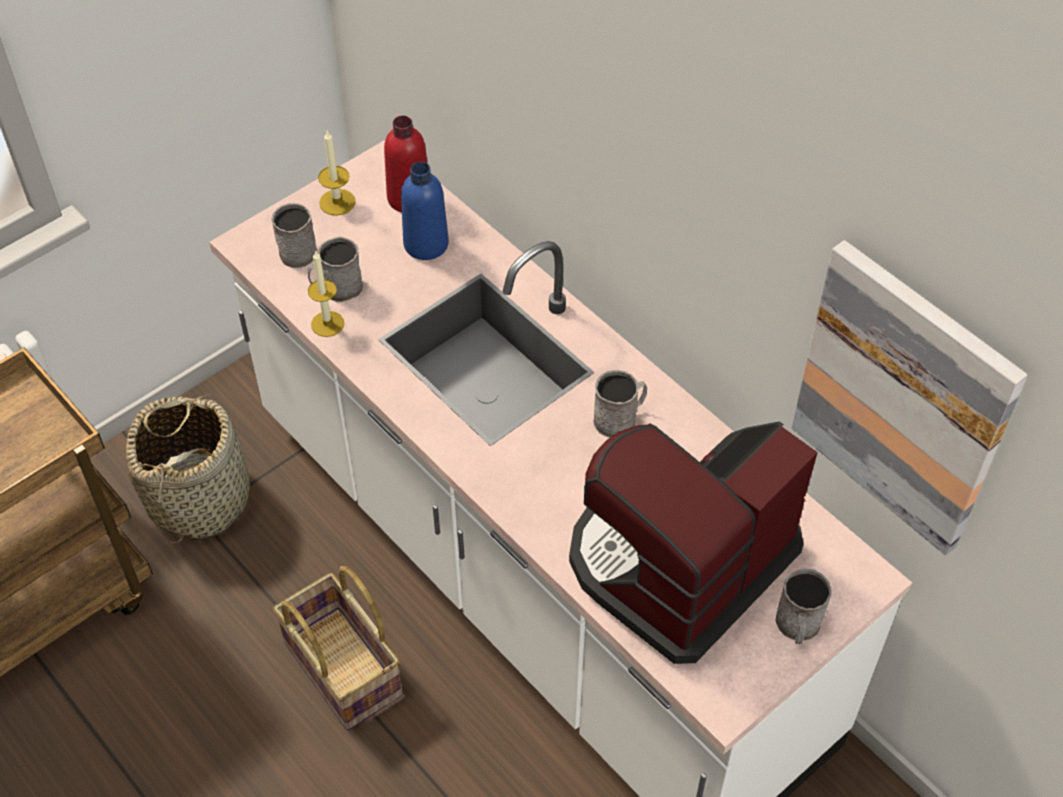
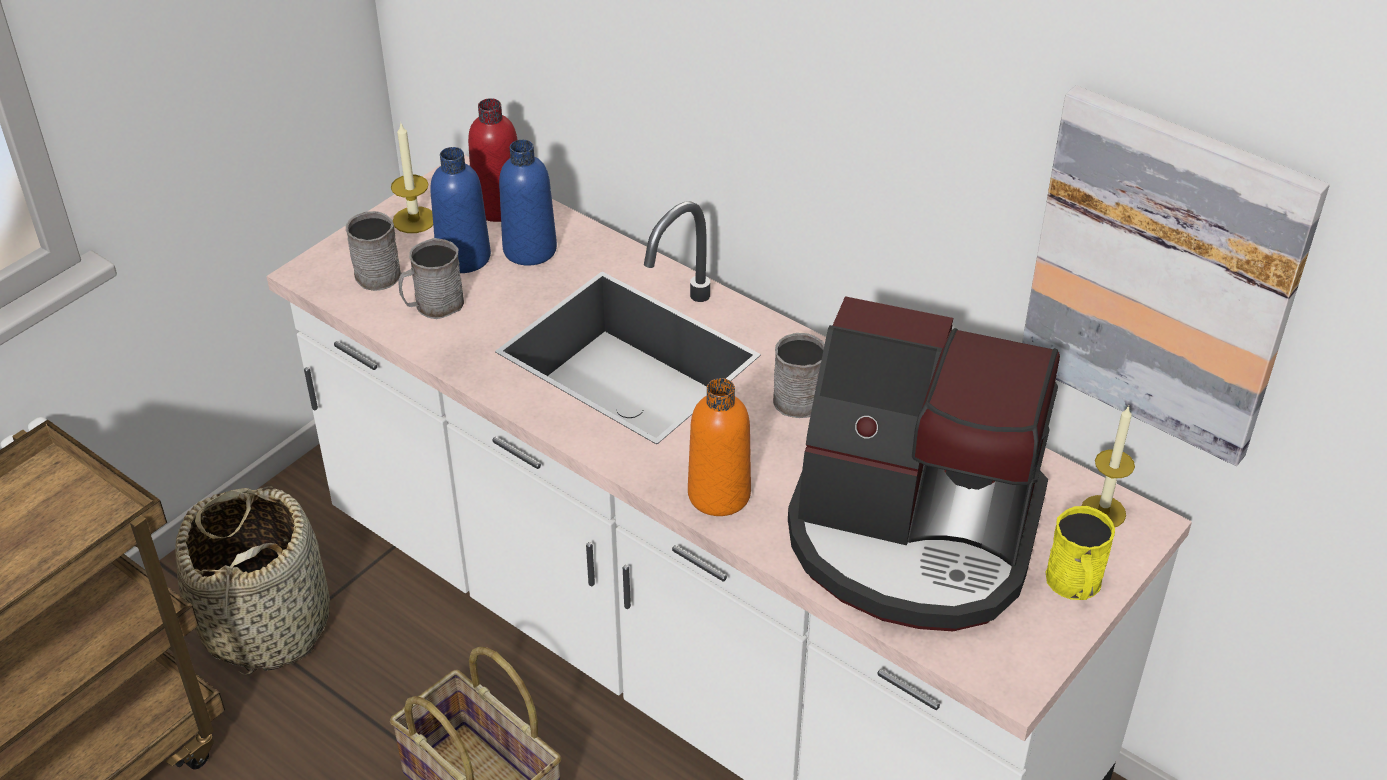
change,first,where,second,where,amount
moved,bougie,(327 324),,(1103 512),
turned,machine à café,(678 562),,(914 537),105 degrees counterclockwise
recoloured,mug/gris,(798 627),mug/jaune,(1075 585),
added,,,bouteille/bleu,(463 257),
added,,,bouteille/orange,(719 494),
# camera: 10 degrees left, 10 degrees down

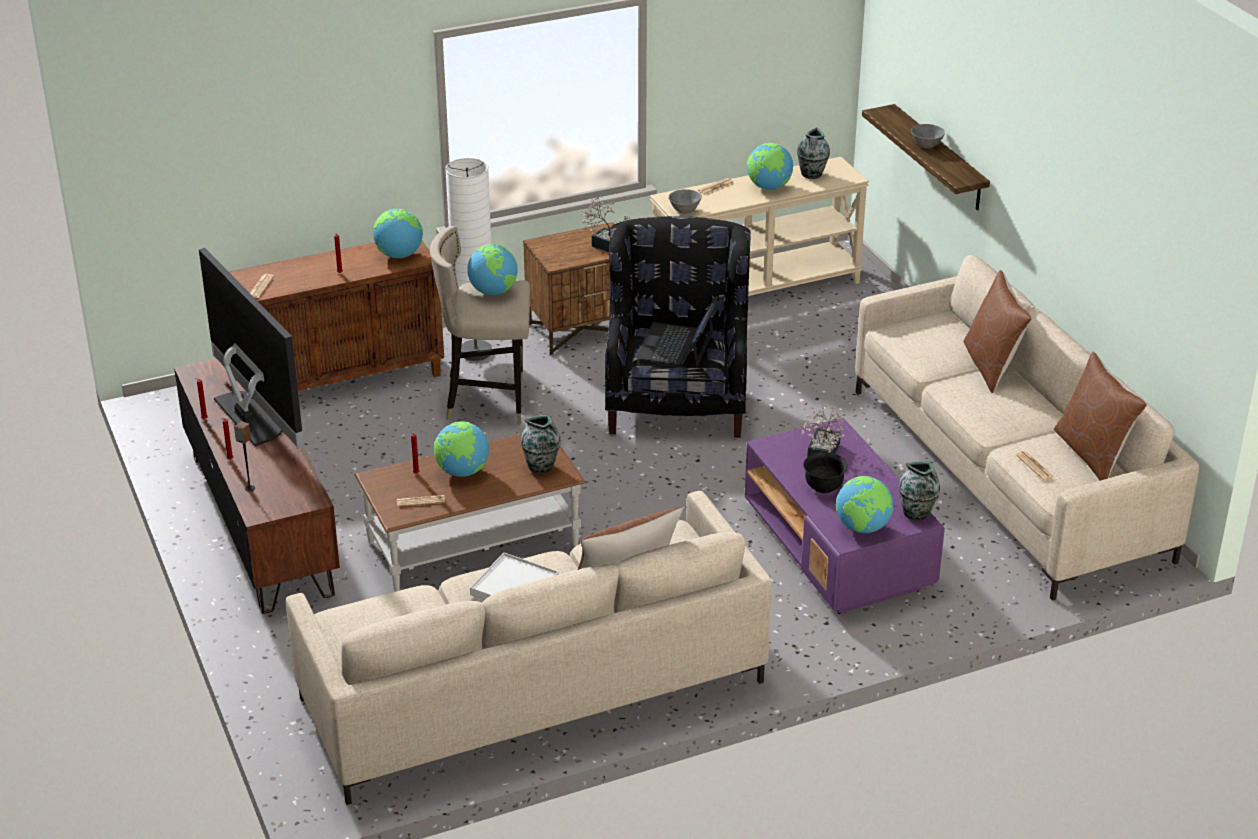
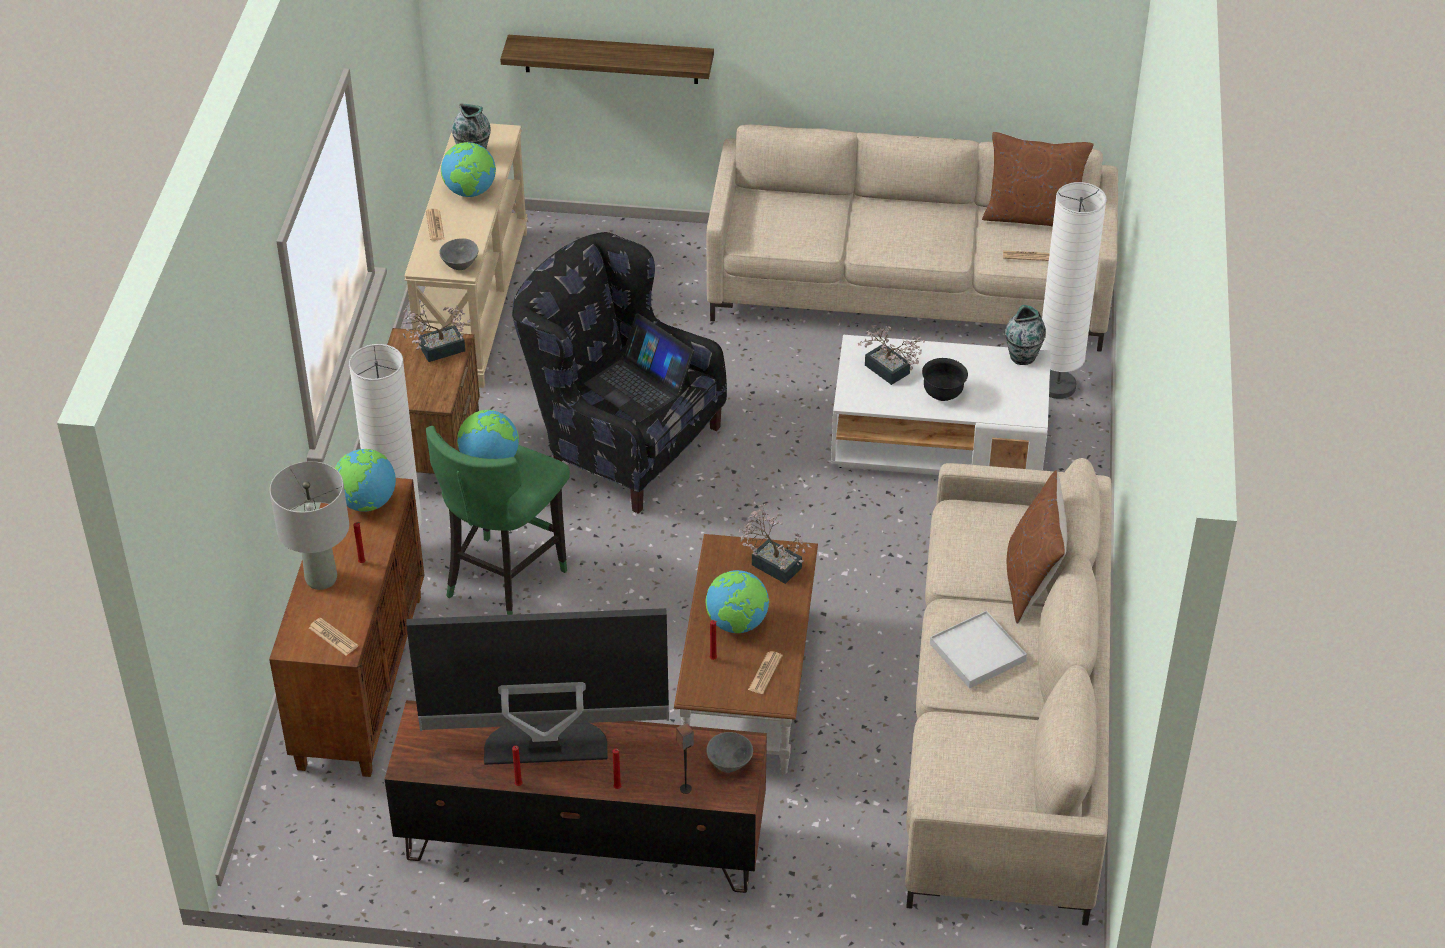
change,first,where,second,where,amount
recoloured,tabouret/beige,(488 402),tabouret/vert,(504 579),
replaced,vase,(541 467),plante en pot,(772 563),
recoloured,table basse/violet,(837 548),table basse/blanc,(939 441),
removed,globe,(863 528),,,
moved,bol/gris,(926 145),,(730 764),
removed,coussin/marron,(992 366),,,
added,,,lampe de table/gris,(321 578),
added,,,lampadaire/blanc,(1057 386),
# camera: 60 degrees left, 10 degrees up

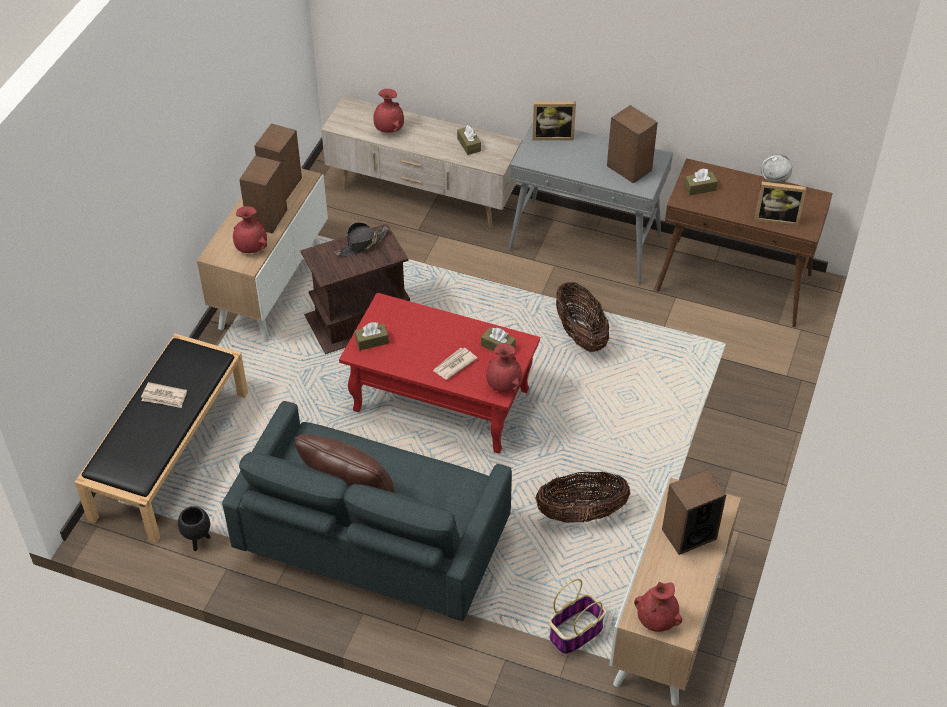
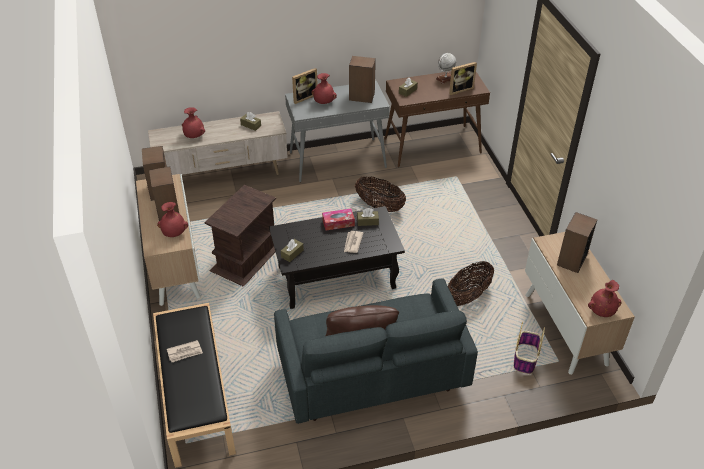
change,first,where,second,where,amount
removed,cache-pot/noir,(198 541),,,
removed,chapeau/noir,(361 244),,,
recoloured,table basse/rouge,(440 400),table basse/noir,(335 277),
moved,vase/rouge,(503 385),,(324 102),
added,,,boîte à mouchoirs,(338 223),
# camera: 35 degrees left, 5 degrees down

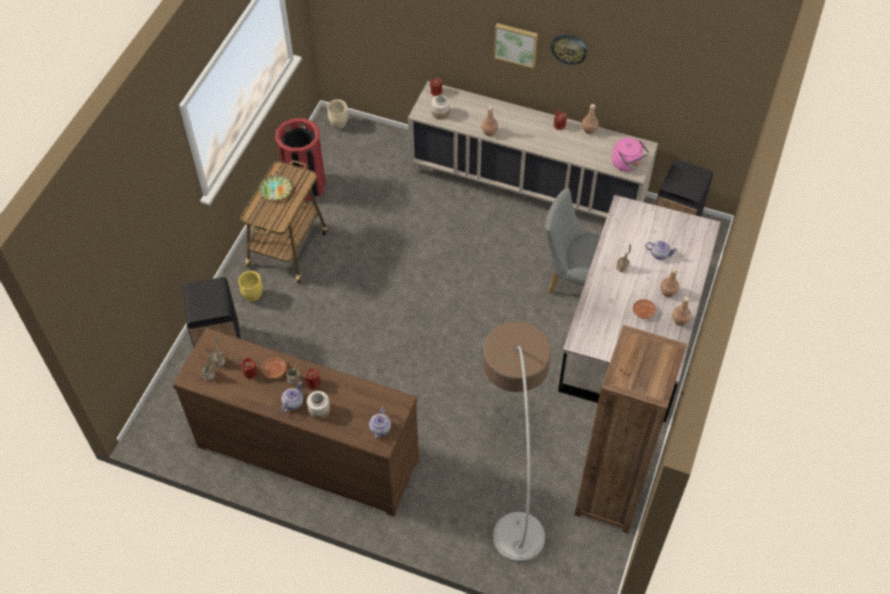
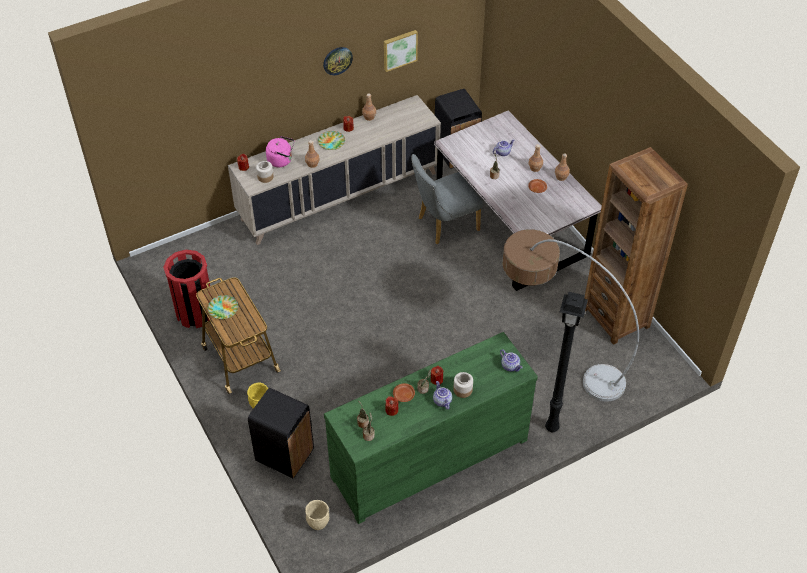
change,first,where,second,where,amount
recoloured,commode/marron,(307 451),commode/vert,(428 457),
moved,cache-pot/beige,(338 125),,(318 524),
moved,tableau,(516 44),,(399 49),
moved,bouilloire/rose,(627 164),,(281 160),
added,,,assiette,(331 142),
added,,,lampadaire/noir,(552 428),
# camera: 50 degrees left, 5 degrees down

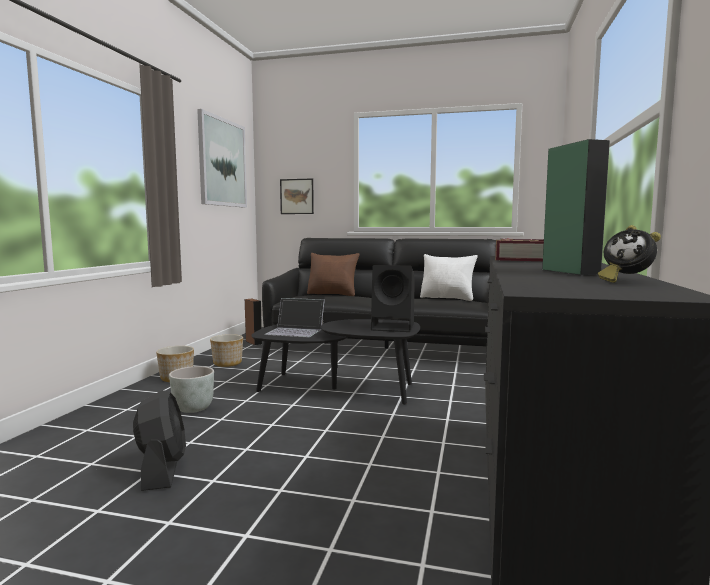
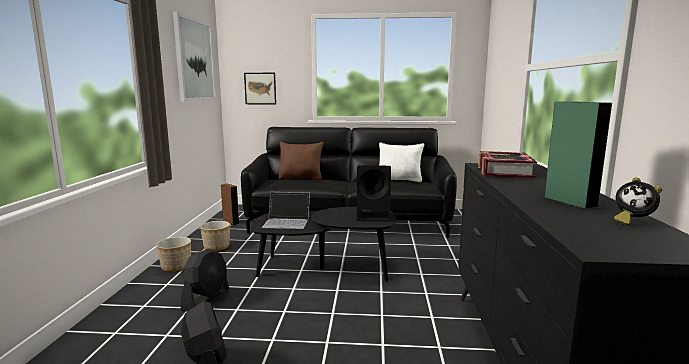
change,first,where,second,where,amount
replaced,cache-pot/gris,(193 408),ventilateur/noir,(206 300),
# camera: 10 degrees left, 5 degrees up

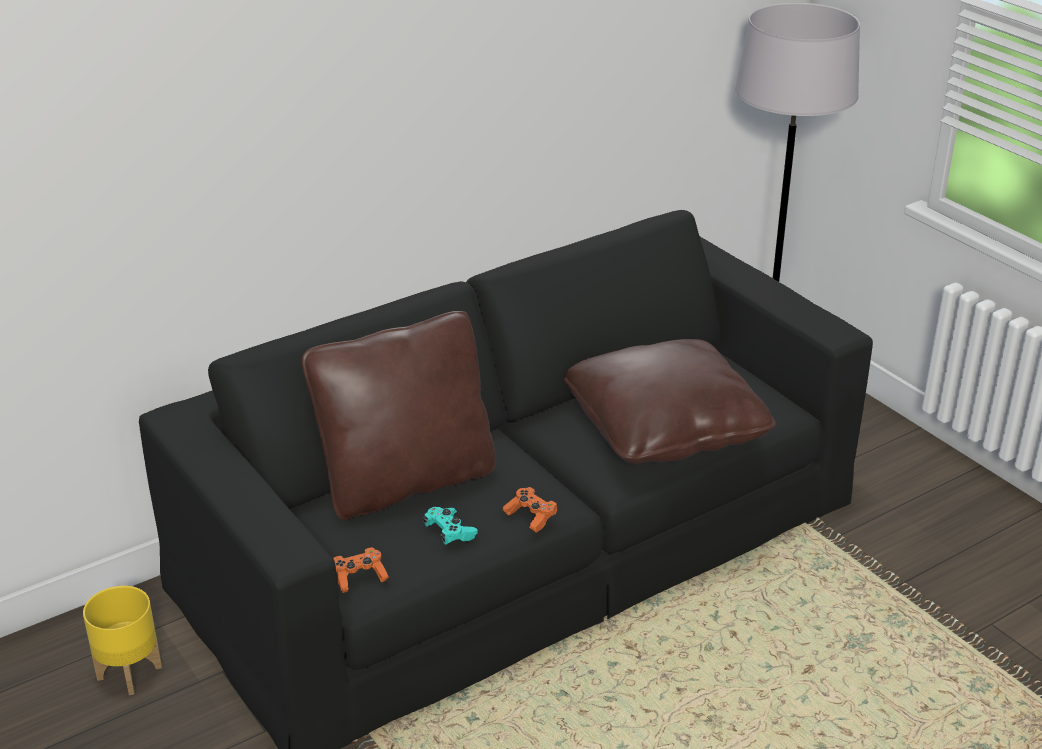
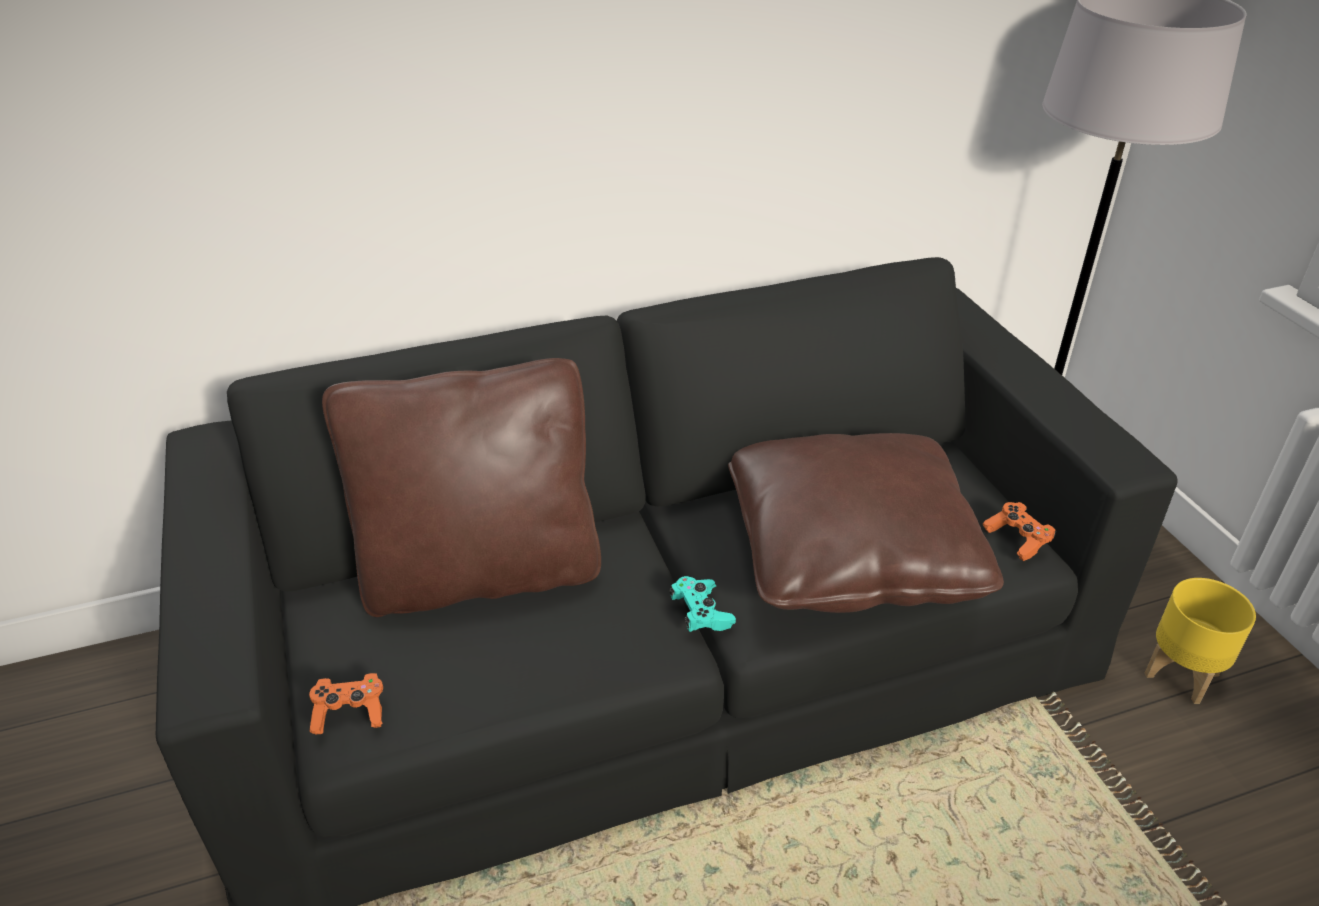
change,first,where,second,where,amount
moved,cache-pot/jaune,(130 672),,(1181 674),
moved,manette/turquoise,(449 532),,(701 613),
moved,manette/orange,(531 516),,(1017 539),
# camera: 15 degrees right, 5 degrees up

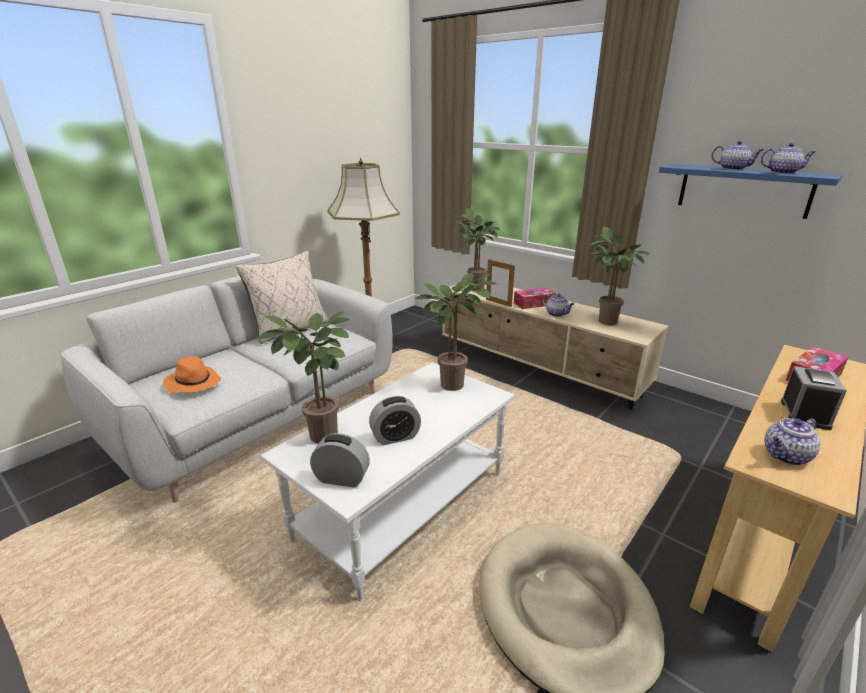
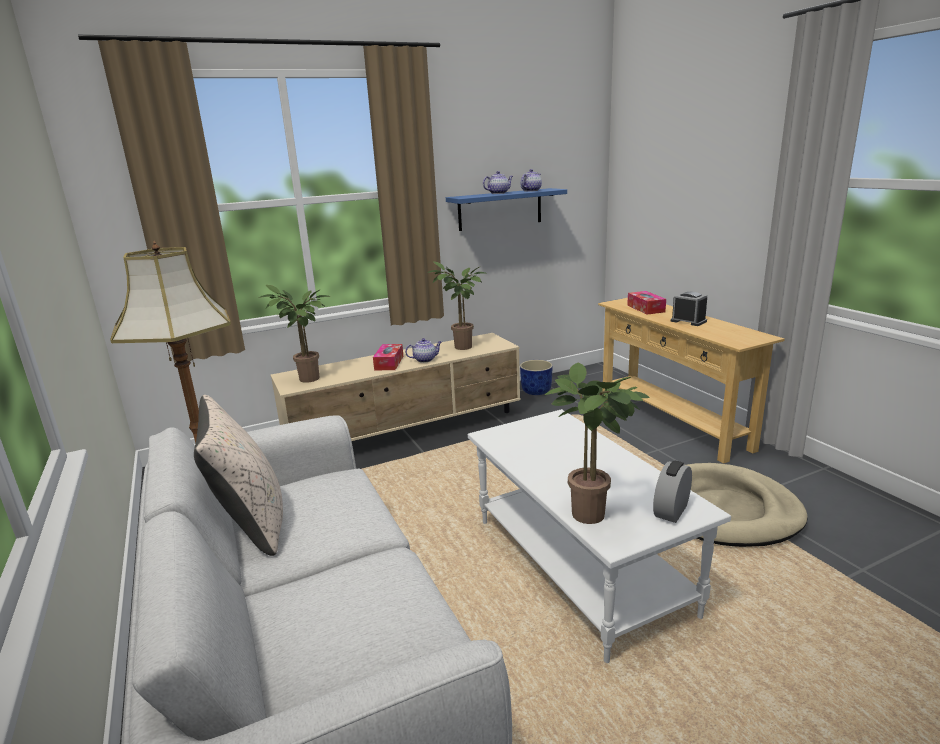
change,first,where,second,where,amount
removed,chapeau/orange,(193 383),,,
removed,réveil,(395 437),,,
removed,plante en pot,(454 383),,,
removed,cadre photo,(498 303),,,
removed,théière,(786 456),,,
added,,,cache-pot/bleu,(536 391),
# camera: 65 degrees left, 5 degrees down

